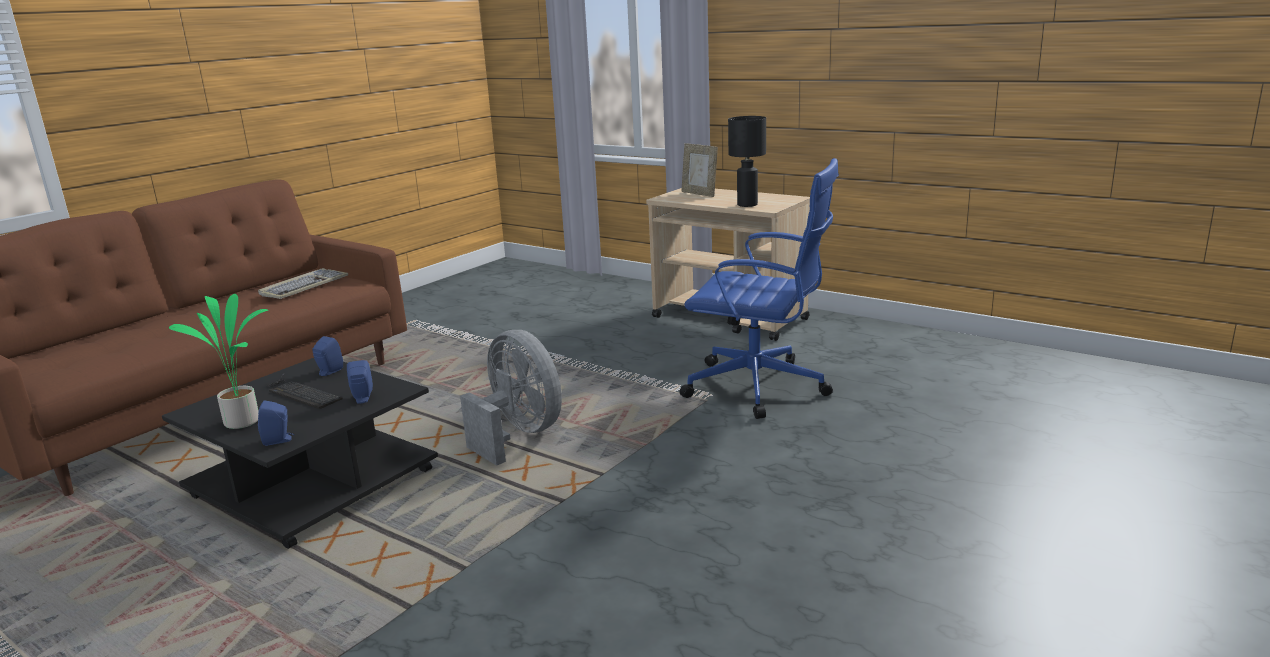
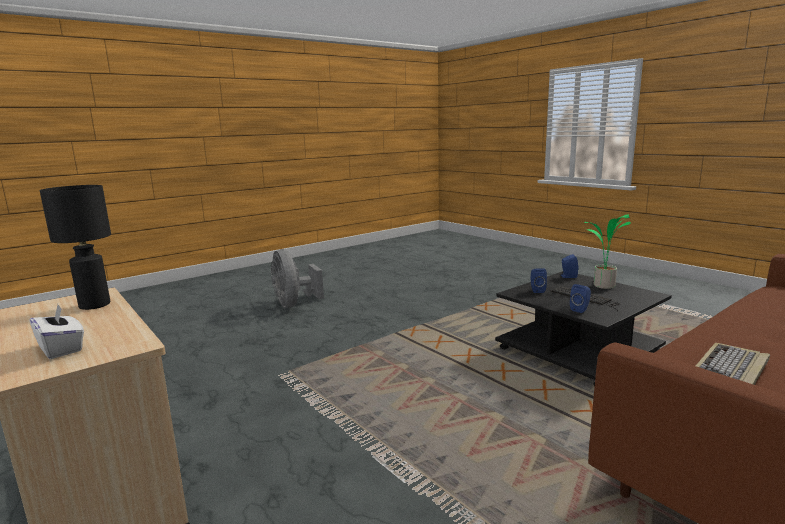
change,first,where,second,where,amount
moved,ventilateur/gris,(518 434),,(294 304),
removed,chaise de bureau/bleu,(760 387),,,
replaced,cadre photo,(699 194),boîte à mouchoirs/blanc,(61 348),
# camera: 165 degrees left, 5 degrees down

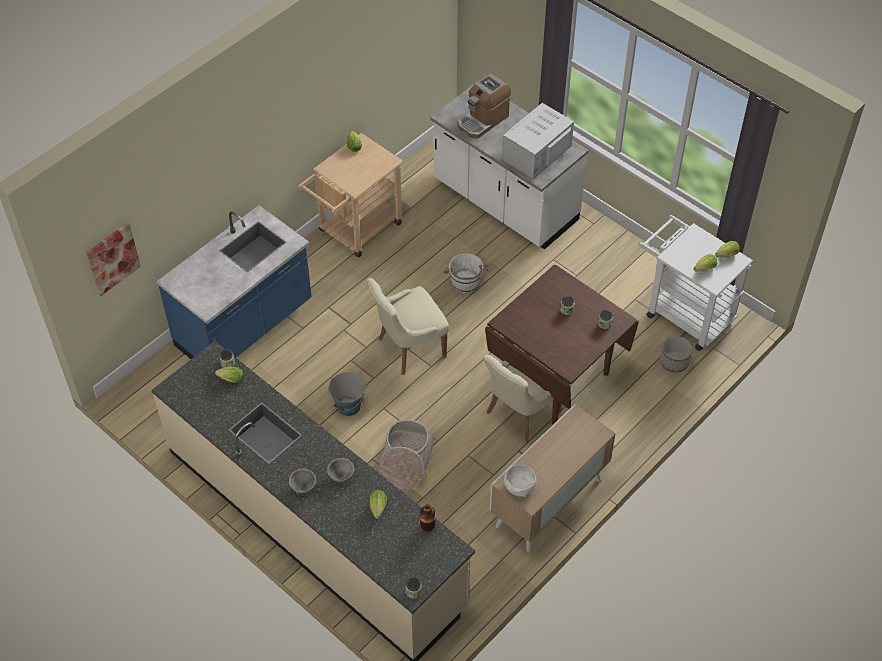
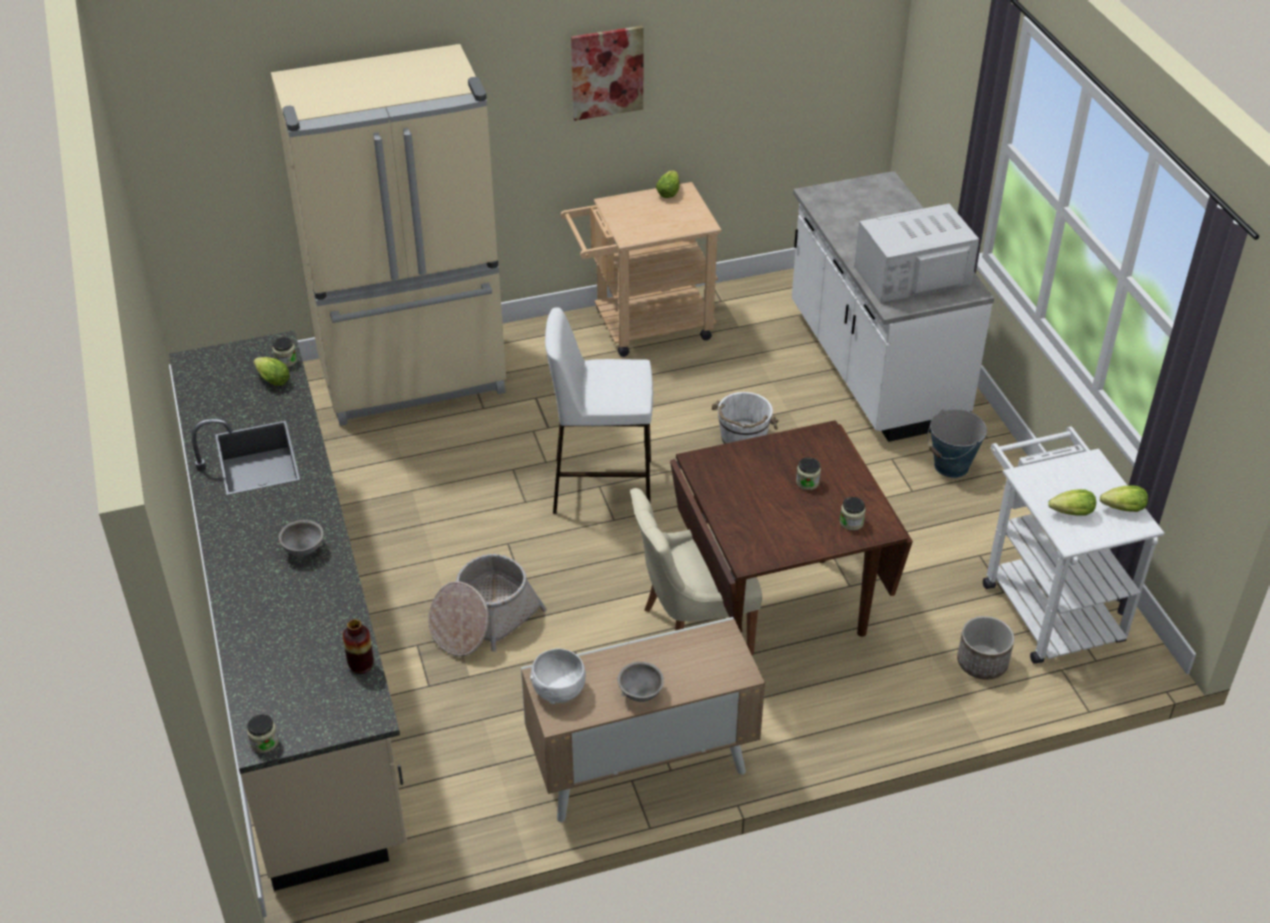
change,first,where,second,where,amount
moved,tableau,(113 258),,(607 72),
replaced,comptoir de cuisine/bleu,(245 326),réfrigérateur/beige,(414 378),
moved,bol/gris,(303 487),,(641 693),
moved,seau,(349 406),,(951 466),
replaced,chaise/beige,(409 348),tabouret/blanc,(601 486),
removed,laitue,(378 509),,,
removed,machine à café,(483 120),,,
# camera: 30 degrees right, 10 degrees down

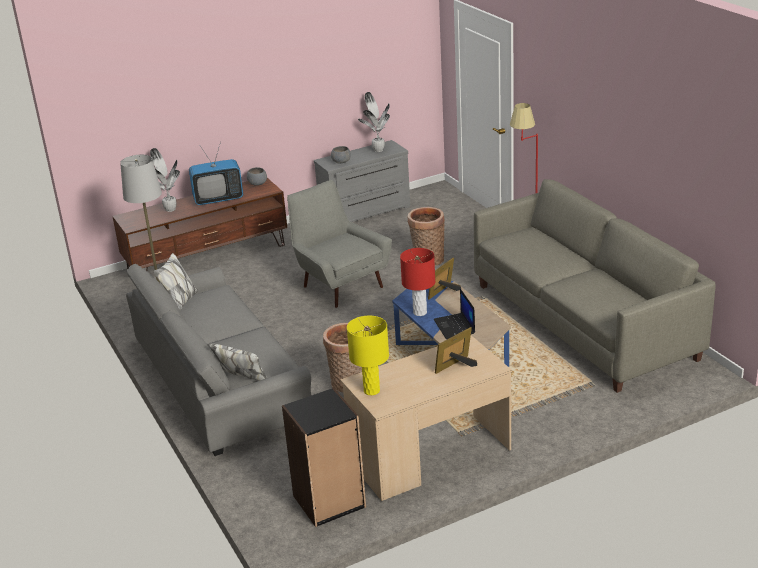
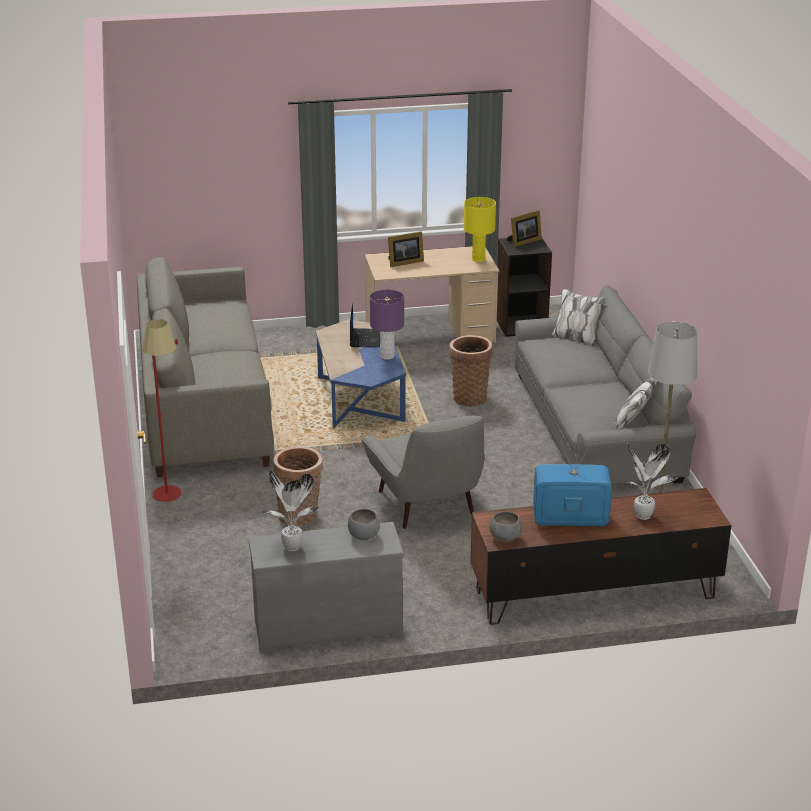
change,first,where,second,where,amount
recoloured,lampe de table/rouge,(420 312),lampe de table/violet,(387 356),
moved,cadre photo,(444 292),,(523 242),
# camera: 165 degrees left, 0 degrees up

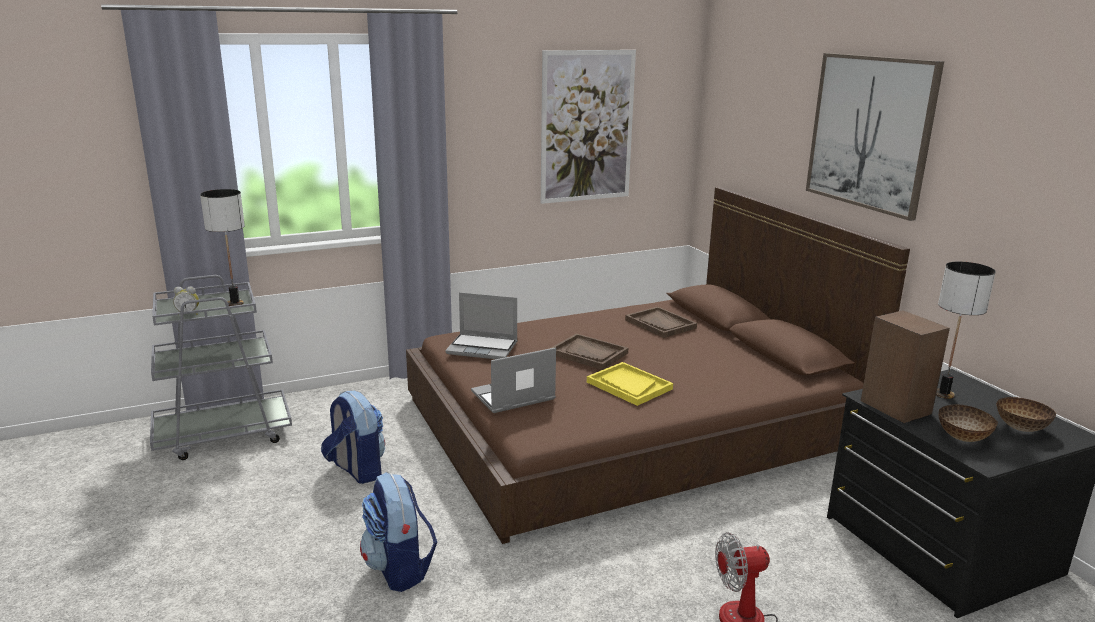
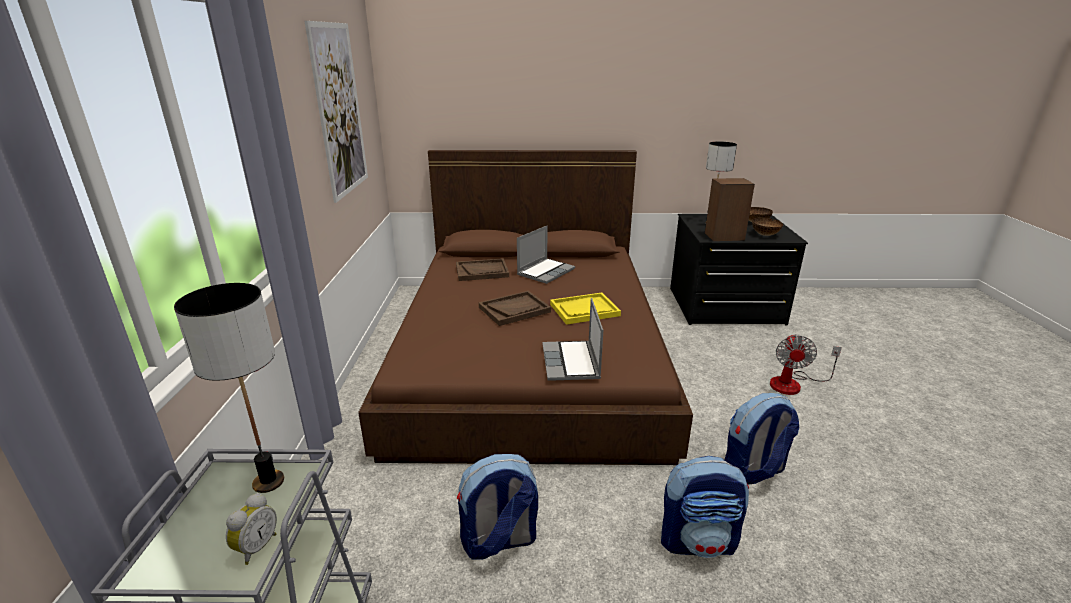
change,first,where,second,where,amount
moved,ordinateur portable,(483 348),,(545 271),
removed,tableau,(870 132),,,
added,,,sac à dos,(753 471),
# camera: 65 degrees left, 5 degrees up

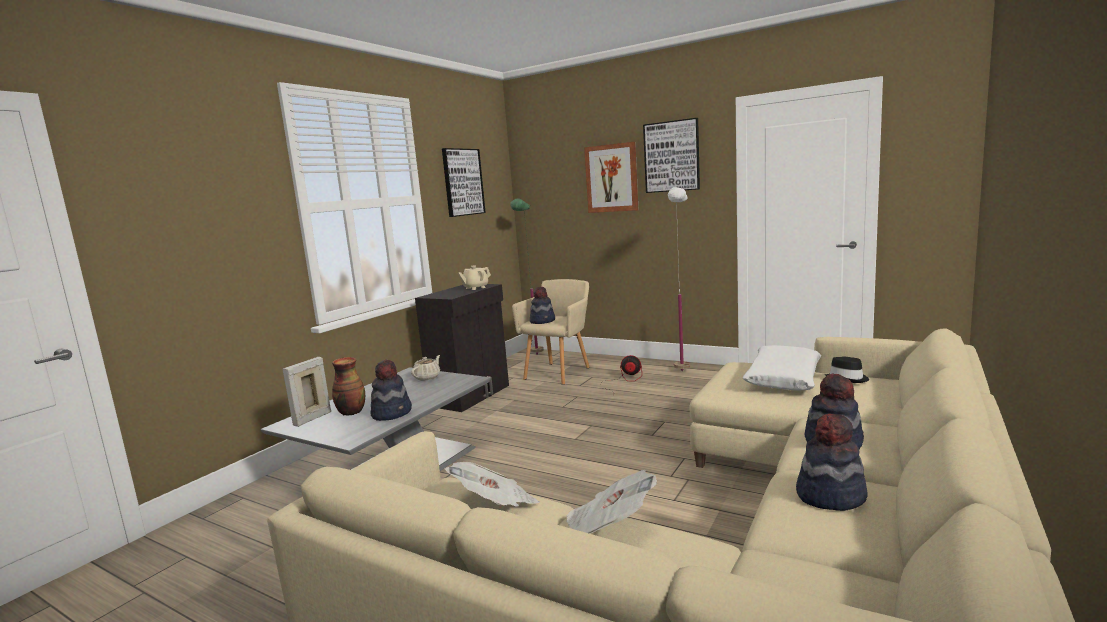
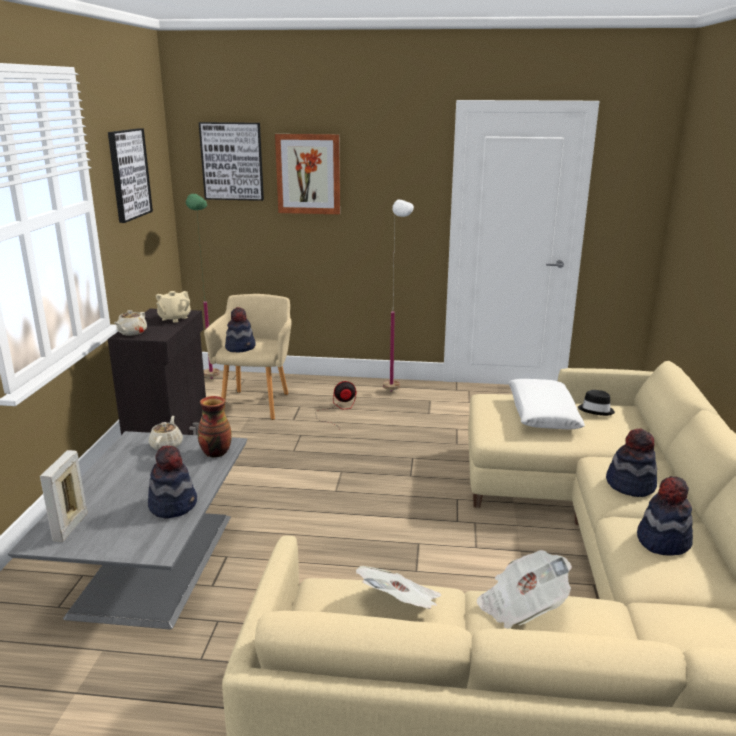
change,first,where,second,where,amount
moved,vase,(350 412),,(215 453),
moved,tableau,(671 156),,(232 161),
added,,,théière/beige,(132 333),
# camera: 25 degrees left, 10 degrees up

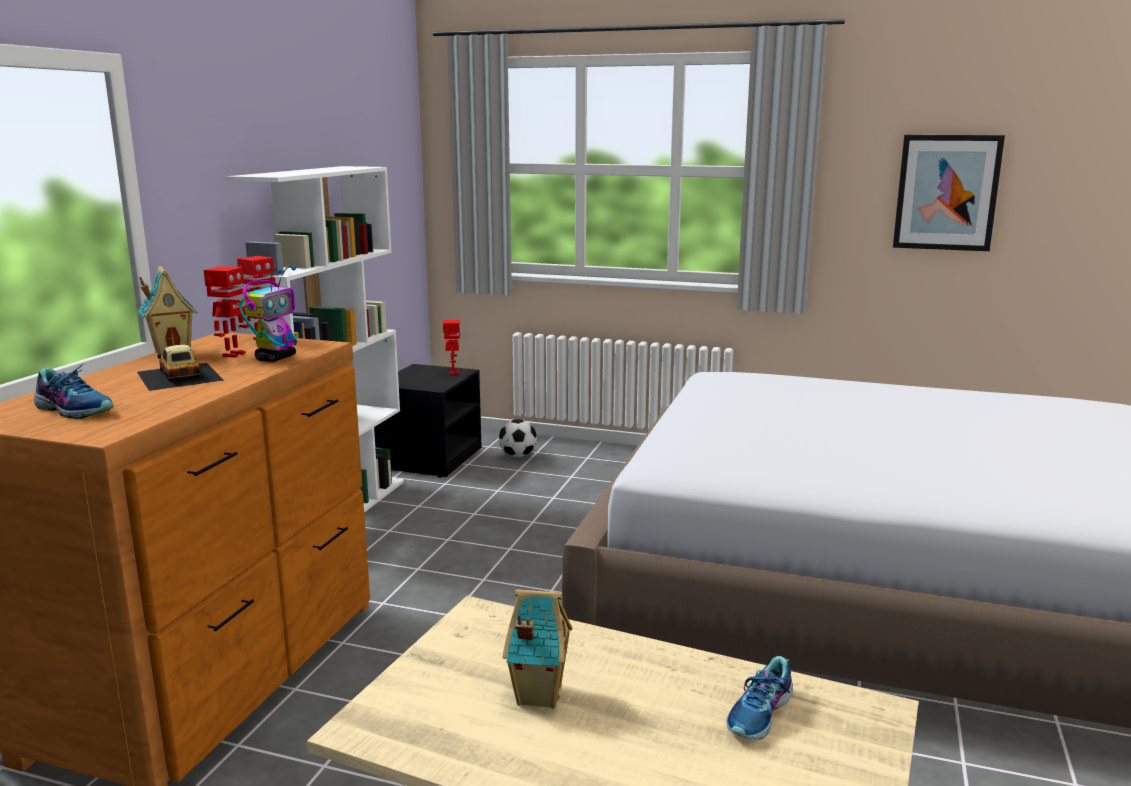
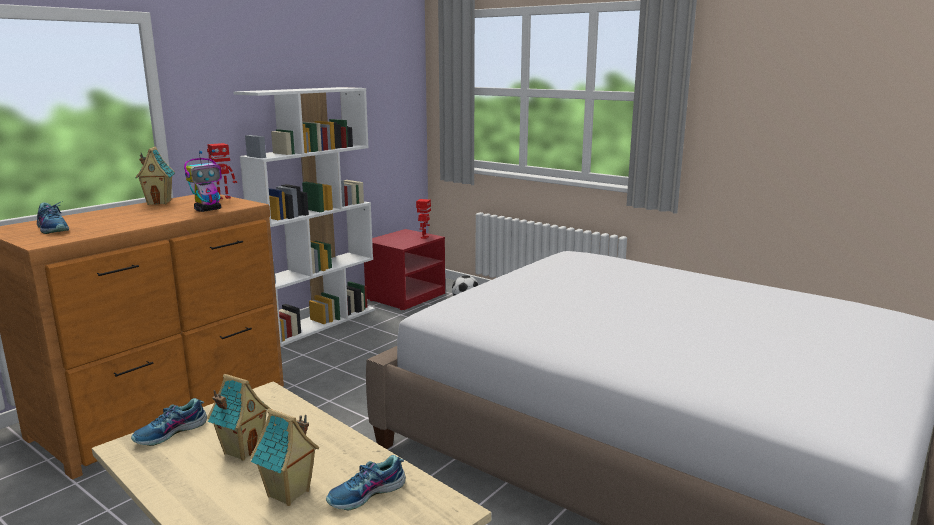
change,first,where,second,where,amount
removed,petite voiture,(179 376),,,
removed,robot jouet,(232 354),,,
recoloured,table de chevet/noir,(430 458),table de chevet/rouge,(405 296),
removed,tableau,(946 192),,,
added,,,chaussure,(171 433),
added,,,maison miniature,(289 494),
# camera: 20 degrees right, 0 degrees up

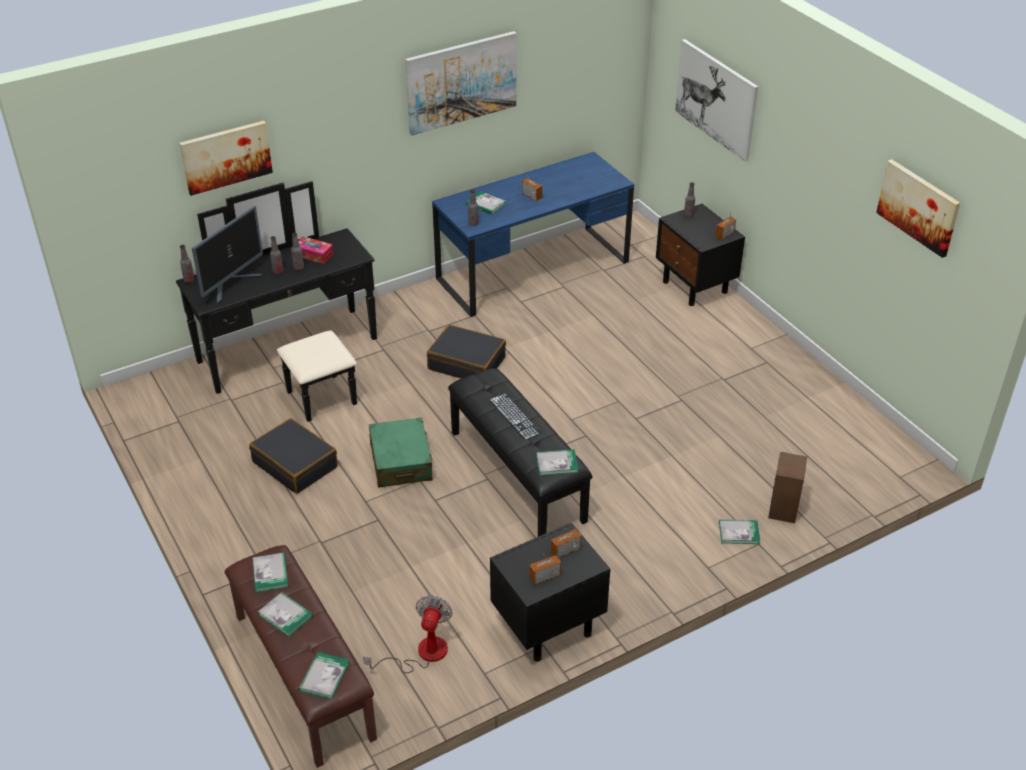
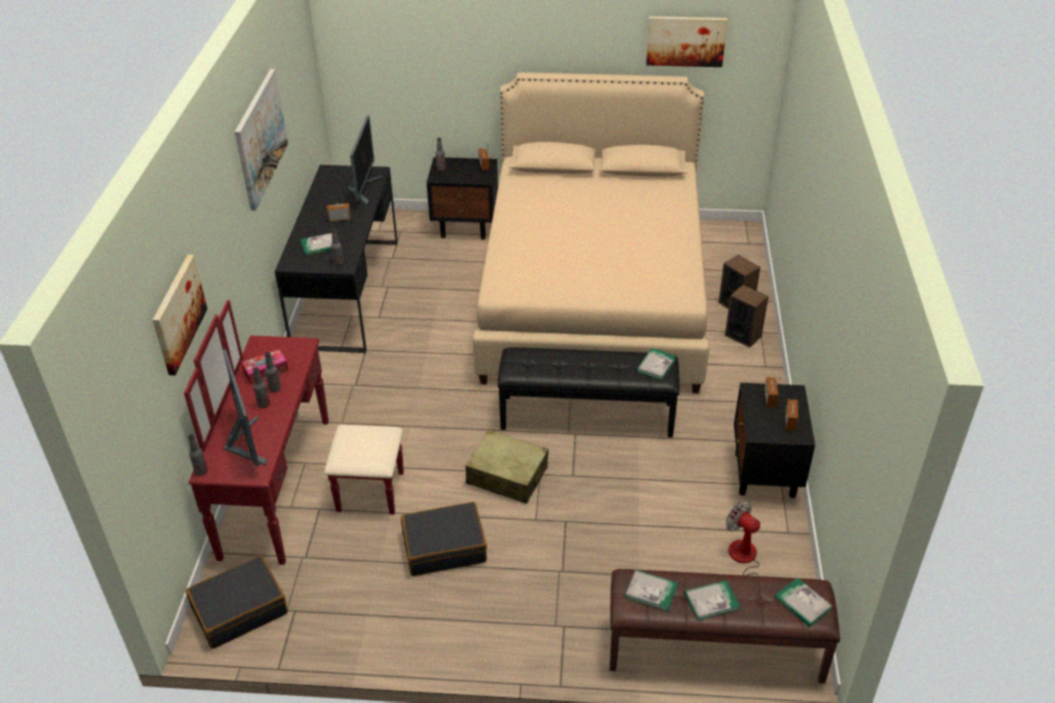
change,first,where,second,where,amount
recoloured,commode/noir,(296 360),commode/rouge,(298 487),
recoloured,valise/vert,(401 462),valise/beige,(507 476),
moved,valise/noir,(467 363),,(239 609),
recoloured,bureau/bleu,(533 270),bureau/noir,(347 292),
removed,clavier,(515 416),,,
removed,tableau,(716 99),,,
replaced,livre,(739 533),enceinte,(743 335),
added,,,écran d'ordinateur,(363 189),
added,,,lit/beige,(592 296),
# camera: 55 degrees left, 0 degrees up

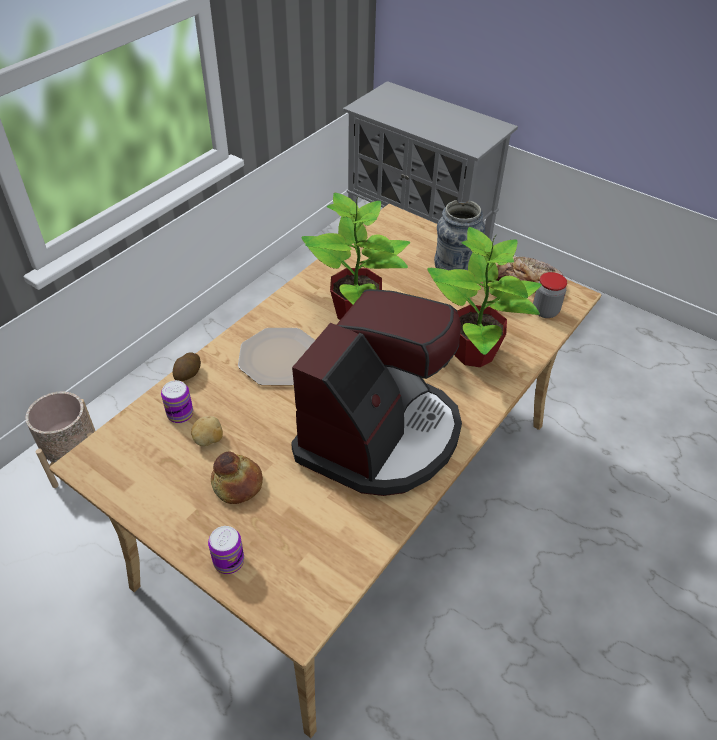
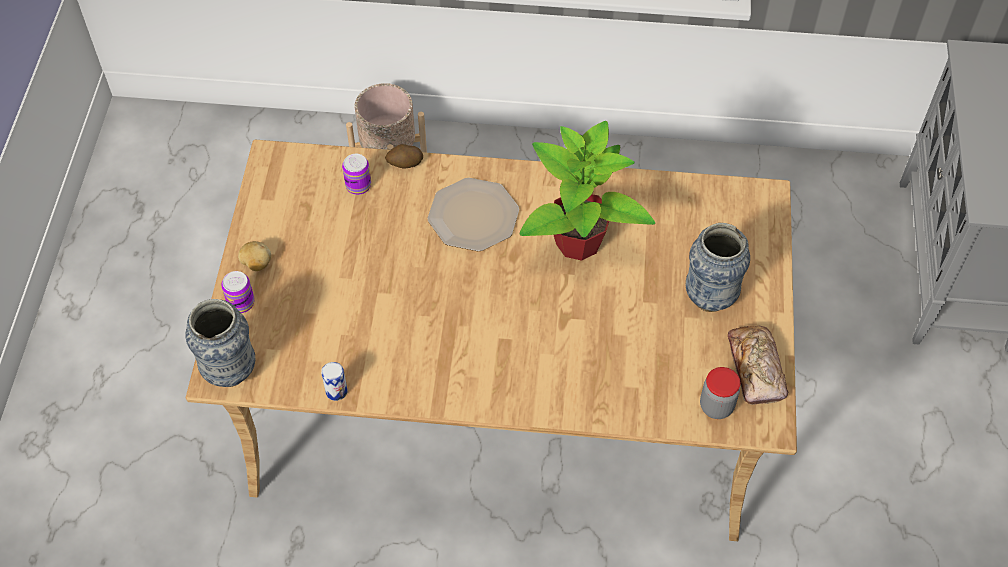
change,first,where,second,where,amount
moved,pomme de terre,(209 440),,(256 264),
removed,pain,(238 483),,,
removed,machine à café,(380 435),,,
removed,plante en pot,(475 353),,,
added,,,vase,(230 371),
added,,,boîte métallique,(336 391),
# camera: 60 degrees right, 10 degrees up

